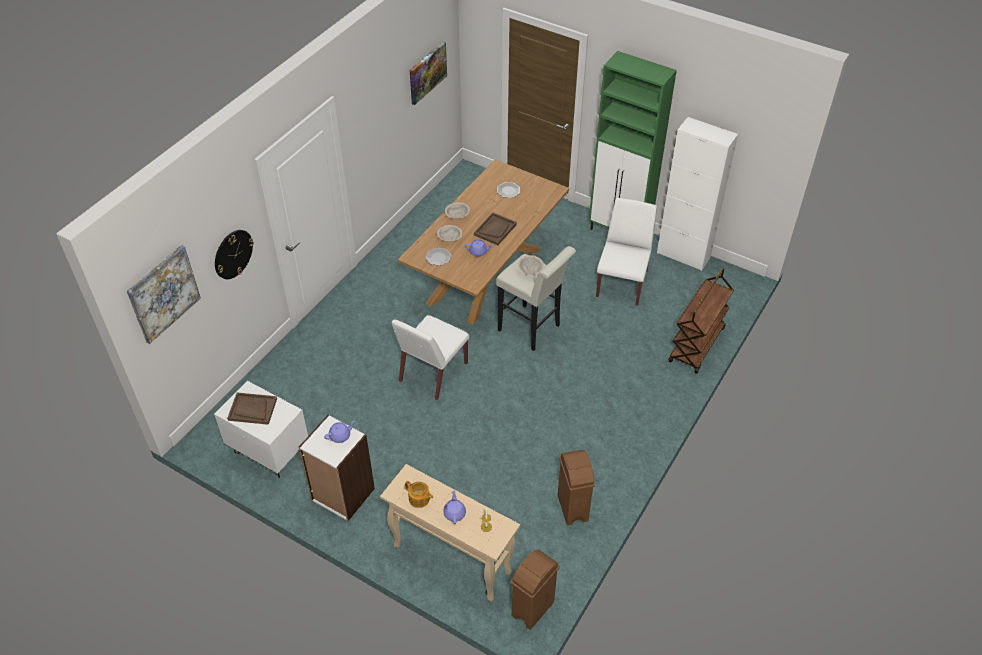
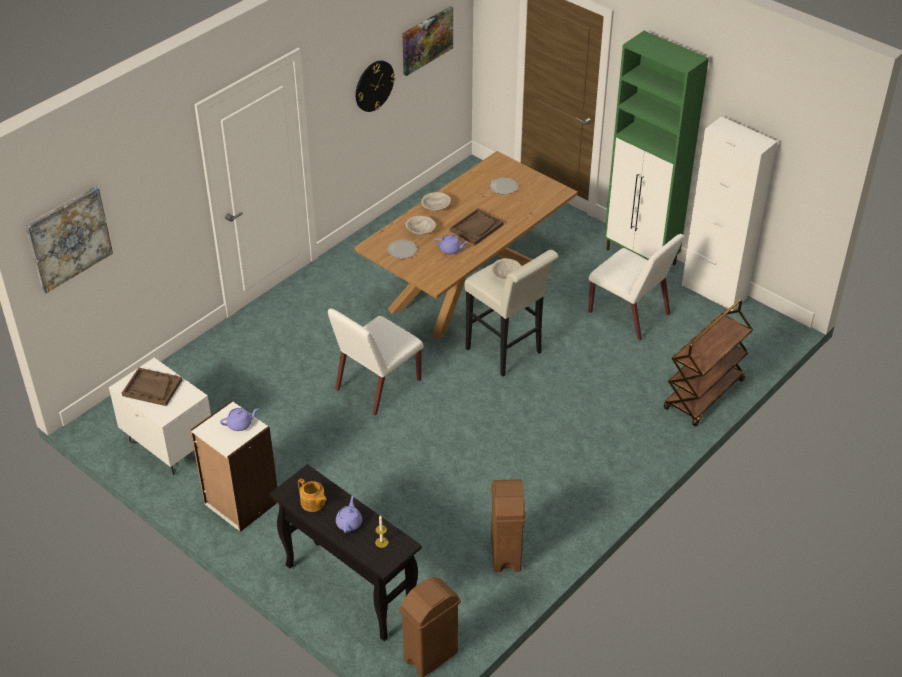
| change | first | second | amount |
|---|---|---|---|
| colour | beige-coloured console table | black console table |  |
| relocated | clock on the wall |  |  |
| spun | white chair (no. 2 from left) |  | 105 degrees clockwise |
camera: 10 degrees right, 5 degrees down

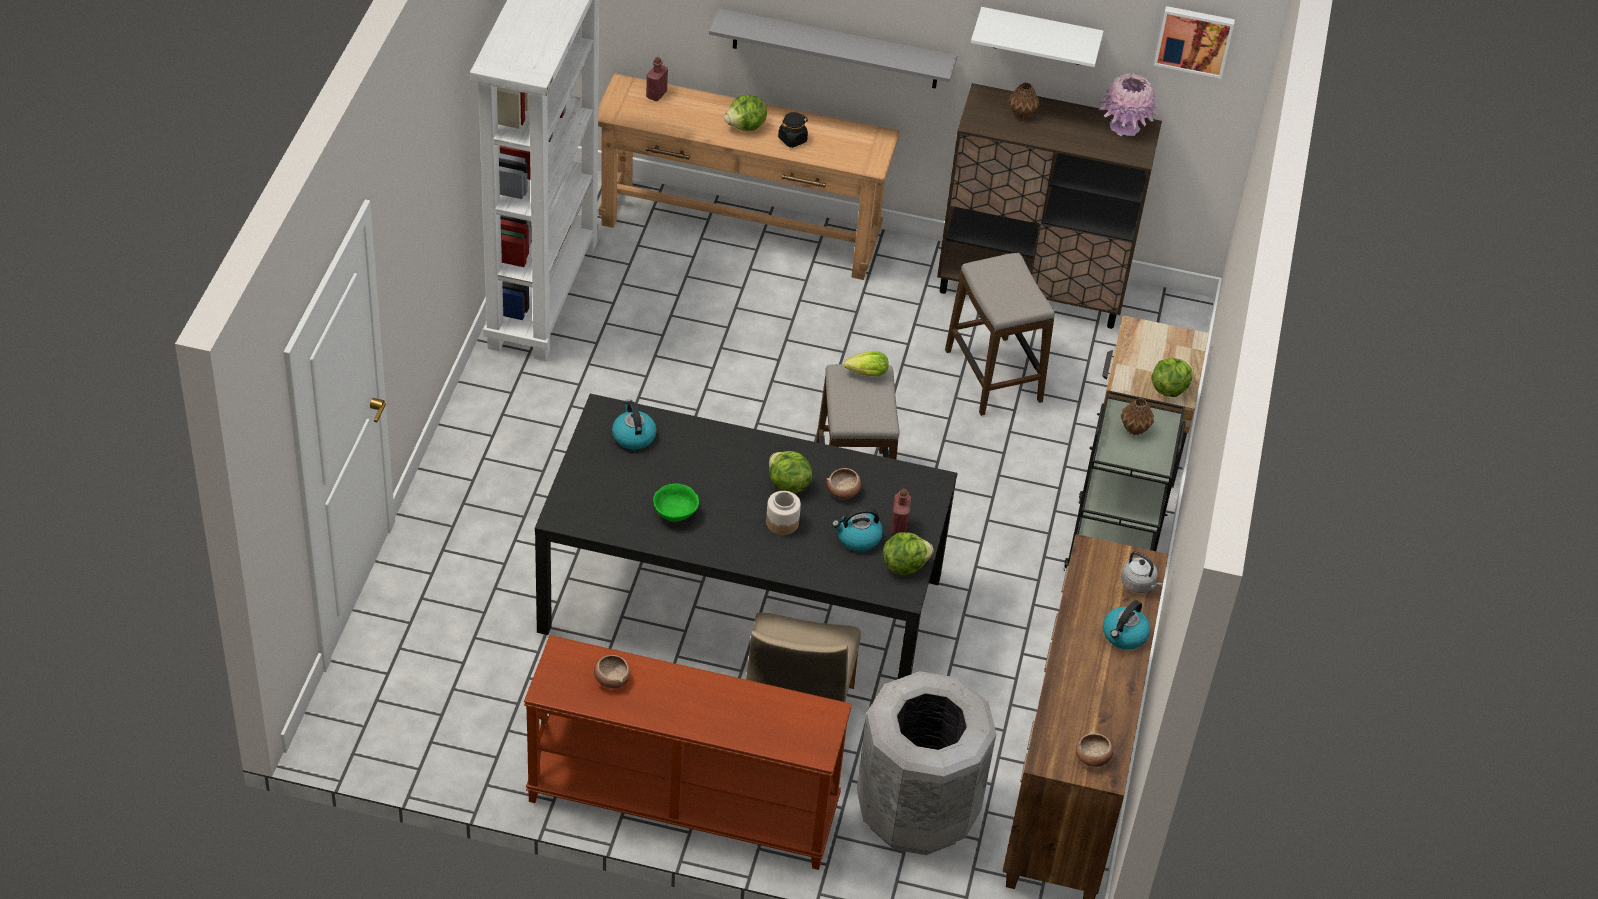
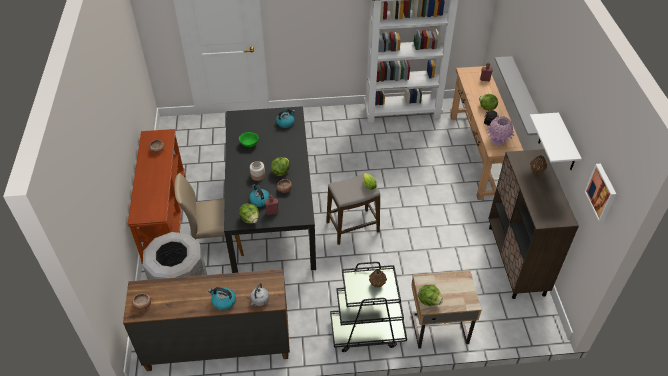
| change | first | second | amount |
|---|---|---|---|
| relocated | pinkish vase |  |  |
| missing | stool seat (no. 2 from left) |  |  |
camera: 75 degrees right, 0 degrees up

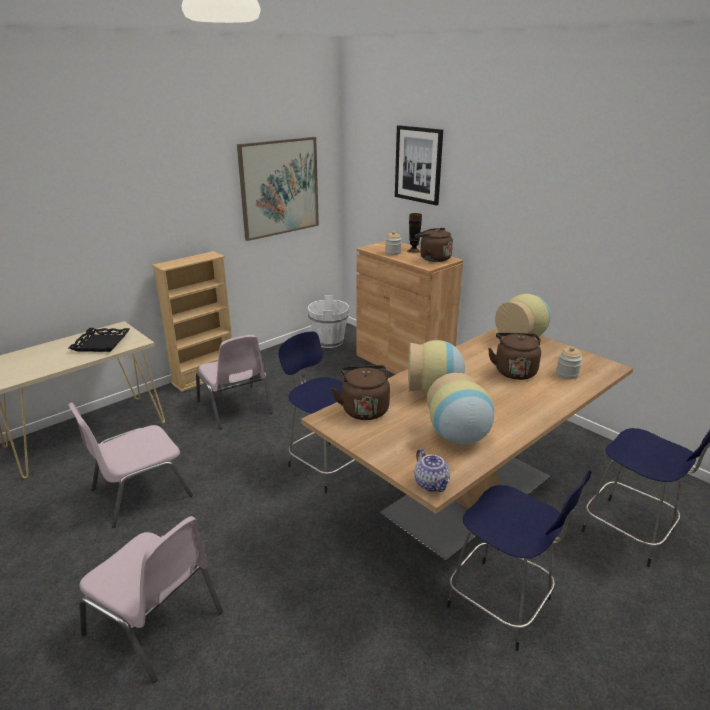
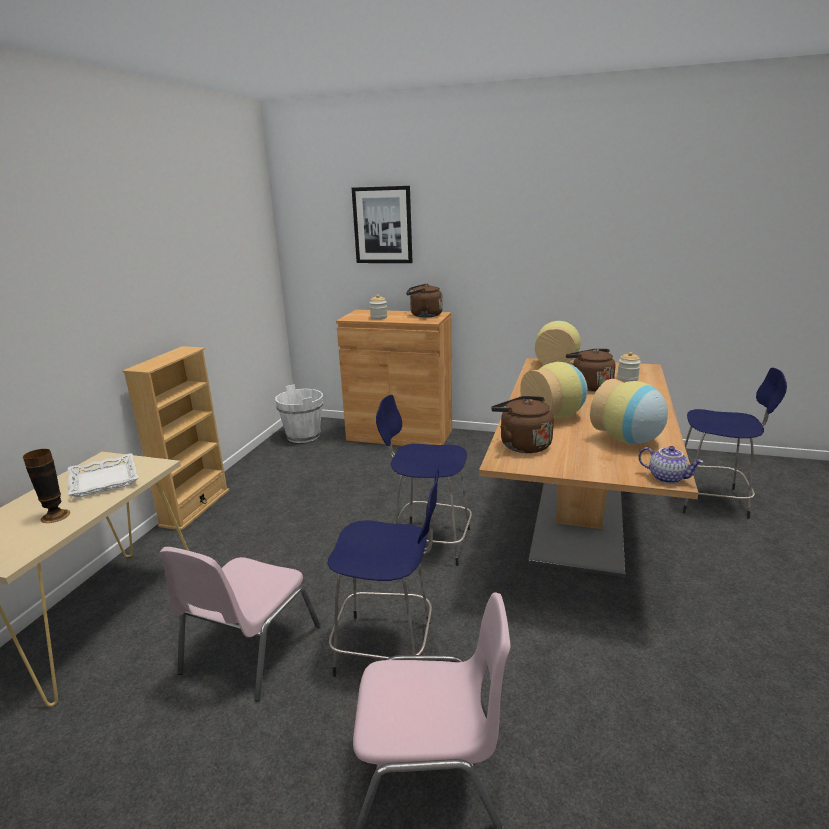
| change | first | second | amount |
|---|---|---|---|
| relocated | vase (no. 1 from left) |  |  |
| colour | black carrying tray | white carrying tray |  |
| relocated | blue-coloured stool seat (no. 2 from left in the first image) | blue-coloured stool seat (no. 1 from left) |  |
| missing | pinkish chair (no. 3 from left) |  |  |
| missing | wall picture (no. 1 from left) |  |  |
camera: 30 degrees left, 5 degrees down

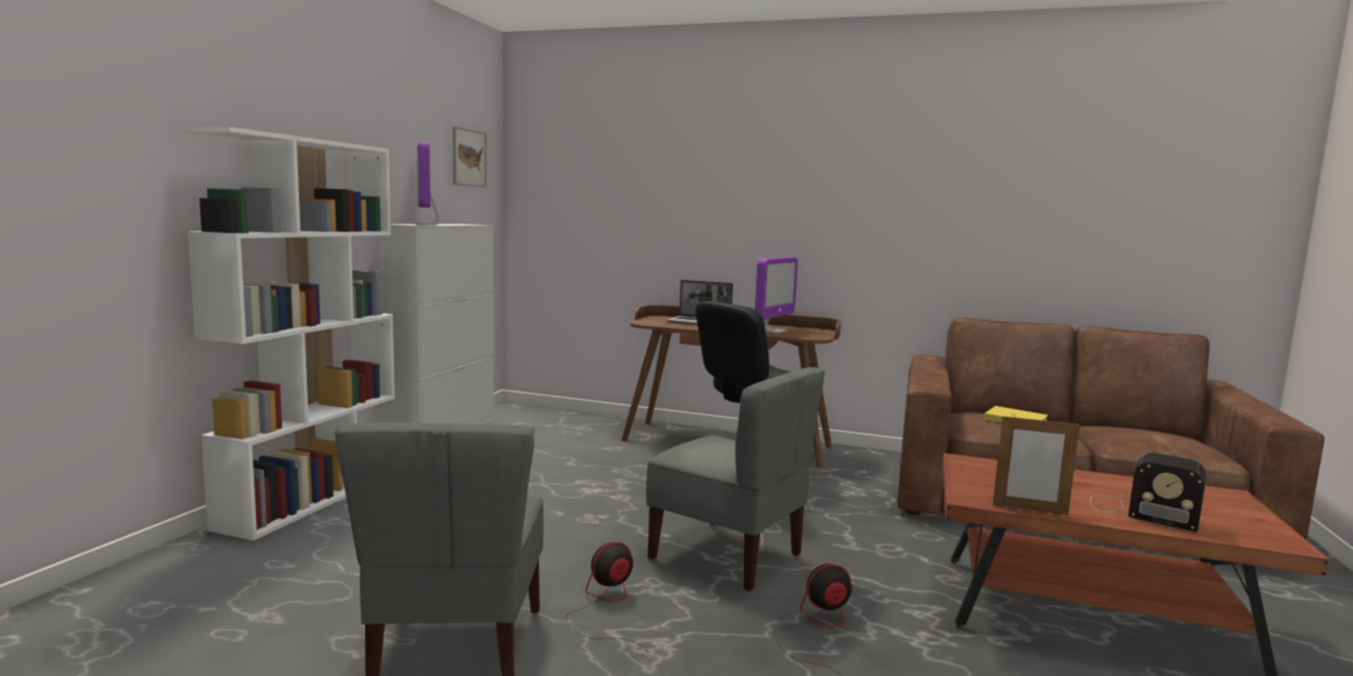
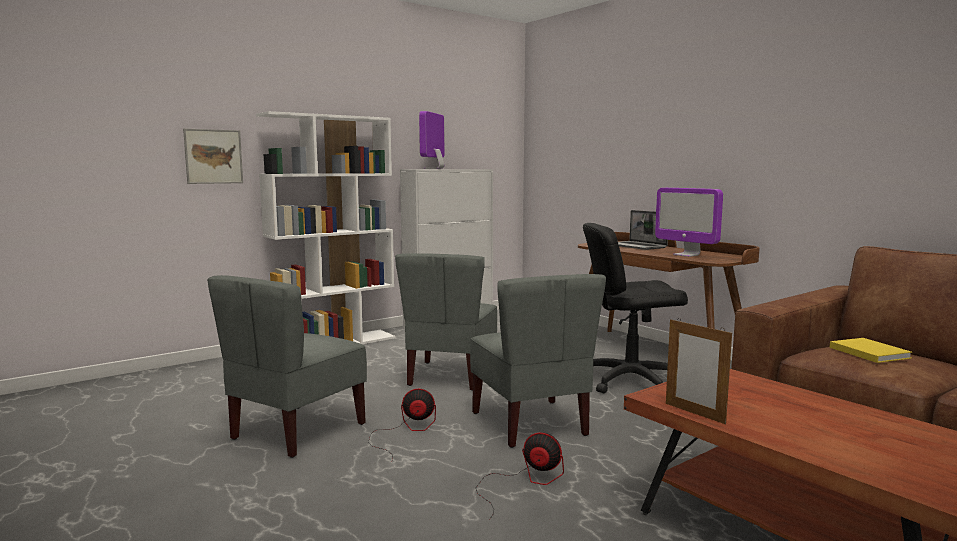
| change | first | second | amount |
|---|---|---|---|
| relocated | wall picture |  |  |
| appeared |  | greyish chair (no. 2 from left) |  |
| spun | computer display (no. 2 from left) |  | 75 degrees clockwise |
| missing | radio receiver |  |  |
camera: 35 degrees right, 0 degrees up

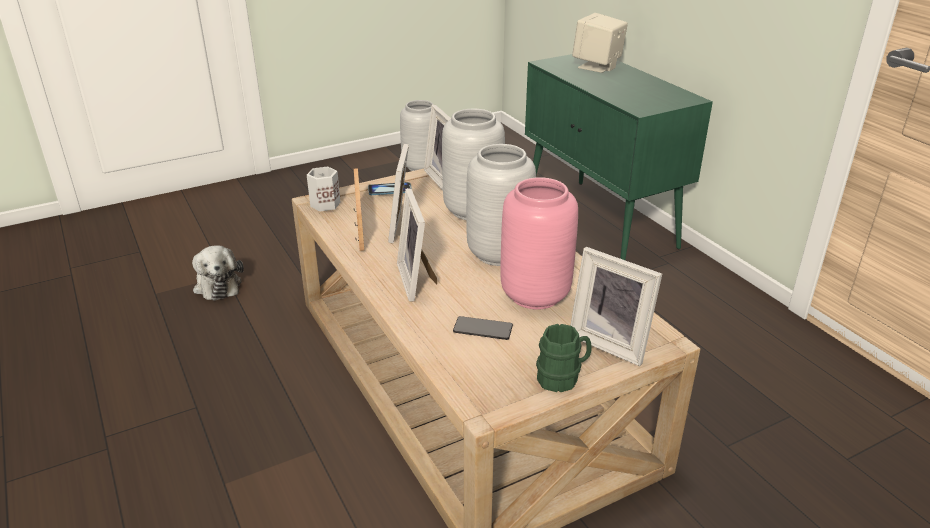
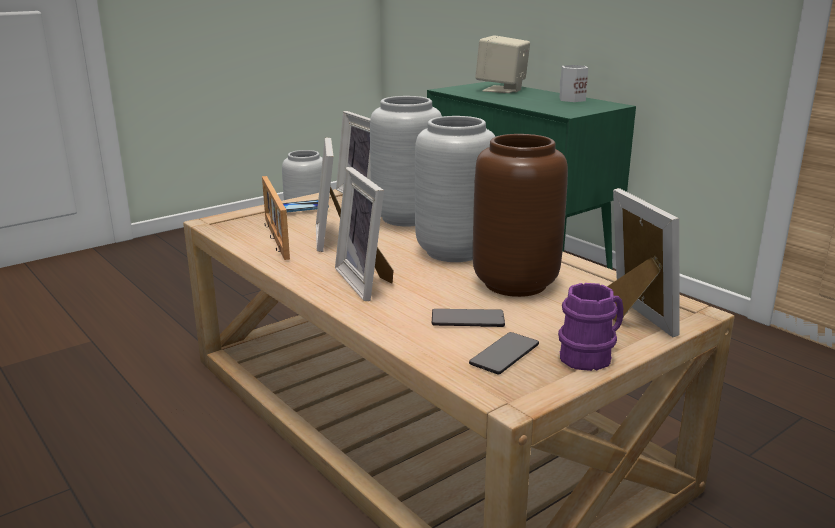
| change | first | second | amount |
|---|---|---|---|
| appeared |  | phone (no. 3 from left) |  |
| colour | pinkish vase | brownish vase |  |
| colour | green tea mug | purple tea mug |  |
| relocated | white tea mug |  |  |
| spun | standing frame (no. 5 from left) |  | 135 degrees counterclockwise |
| missing | plush toy |  |  |
camera: 10 degrees left, 10 degrees down

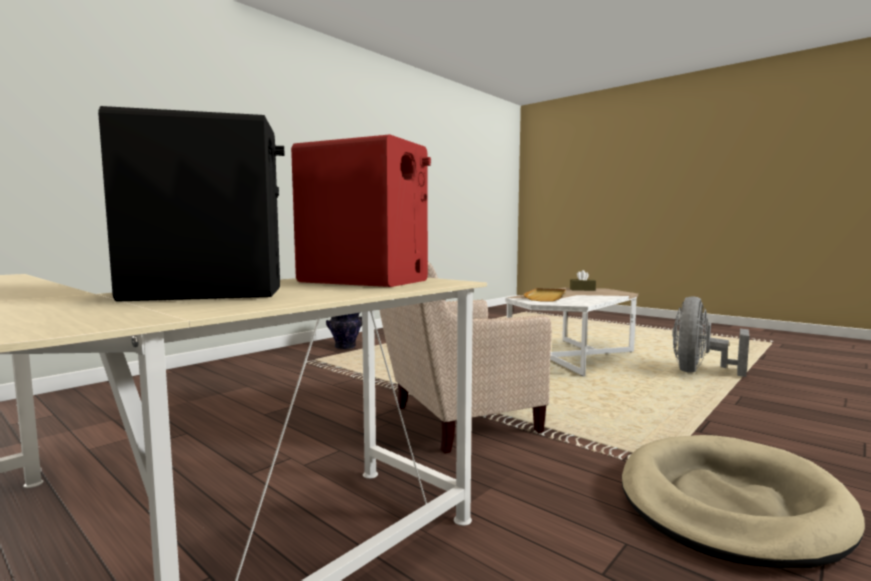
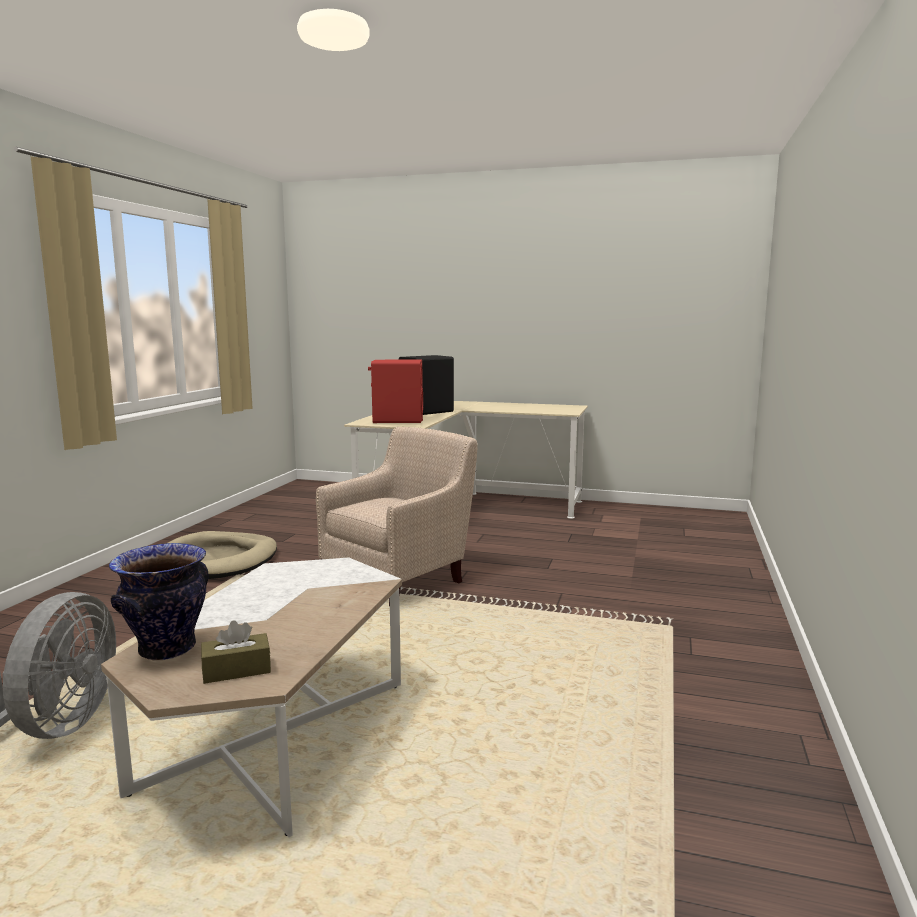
| change | first | second | amount |
|---|---|---|---|
| relocated | vase |  |  |
| missing | beige-coloured carrying tray |  |  |
camera: 155 degrees right, 5 degrees up

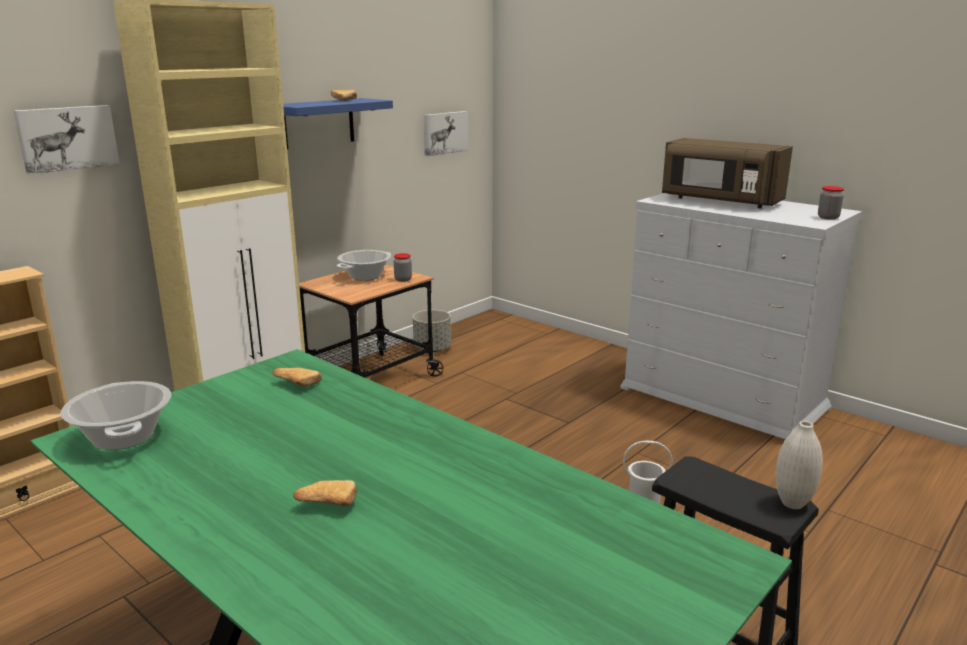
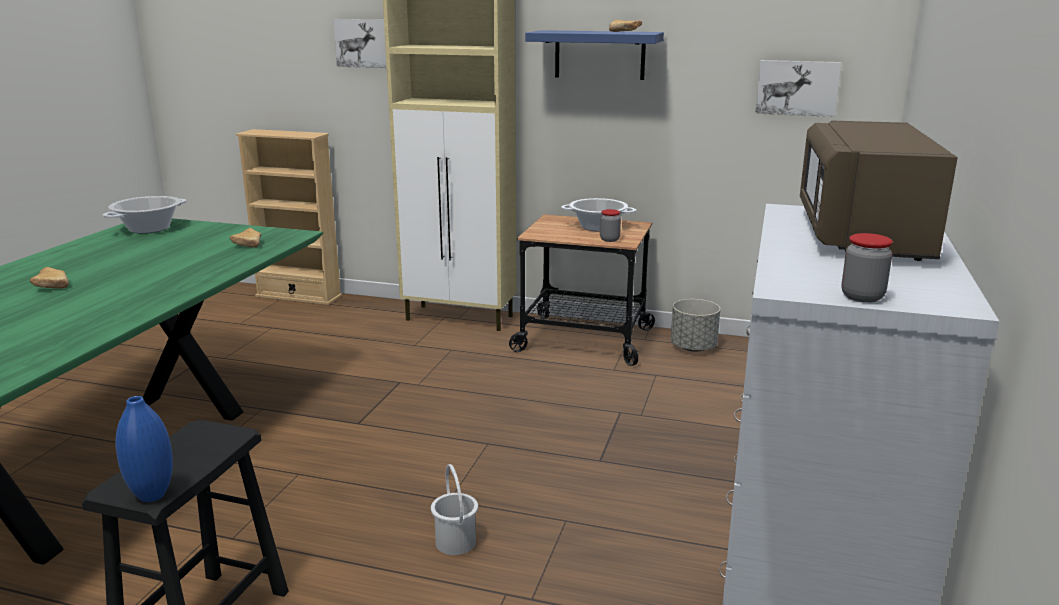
| change | first | second | amount |
|---|---|---|---|
| colour | white vase | blue-coloured vase |  |
camera: 65 degrees right, 0 degrees up

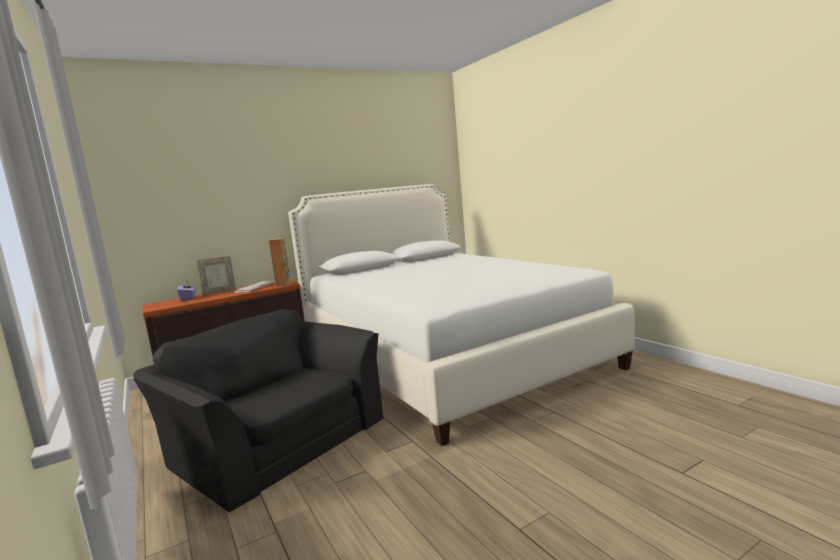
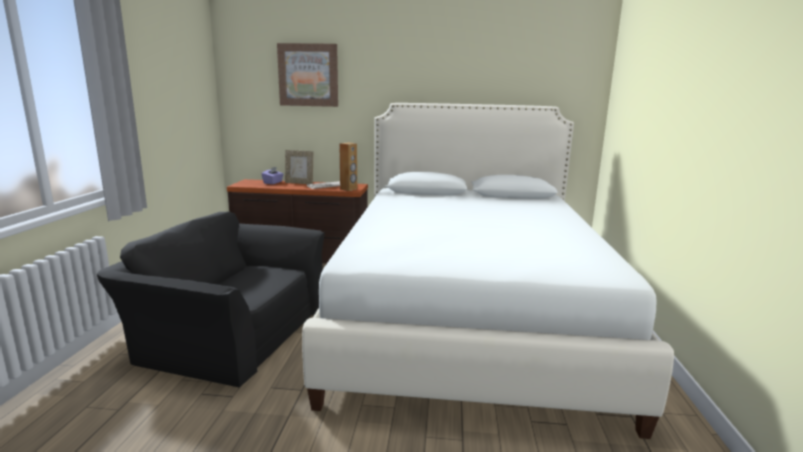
| change | first | second | amount |
|---|---|---|---|
| spun | black easy chair |  | 60 degrees counterclockwise |
| appeared |  | wall picture |  |
camera: 35 degrees right, 5 degrees up

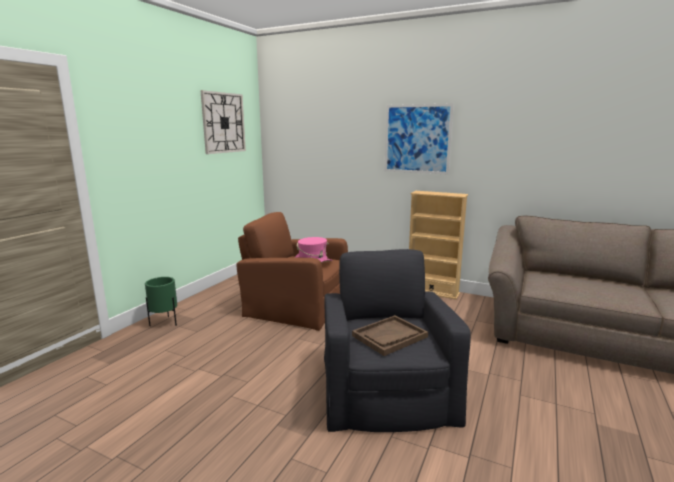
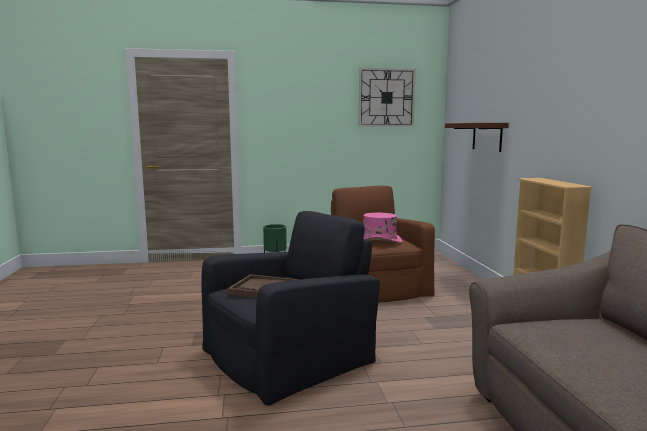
| change | first | second | amount |
|---|---|---|---|
| appeared |  | brownish wall shelf |  |
| missing | wall picture |  |  |
camera: 55 degrees right, 5 degrees down

